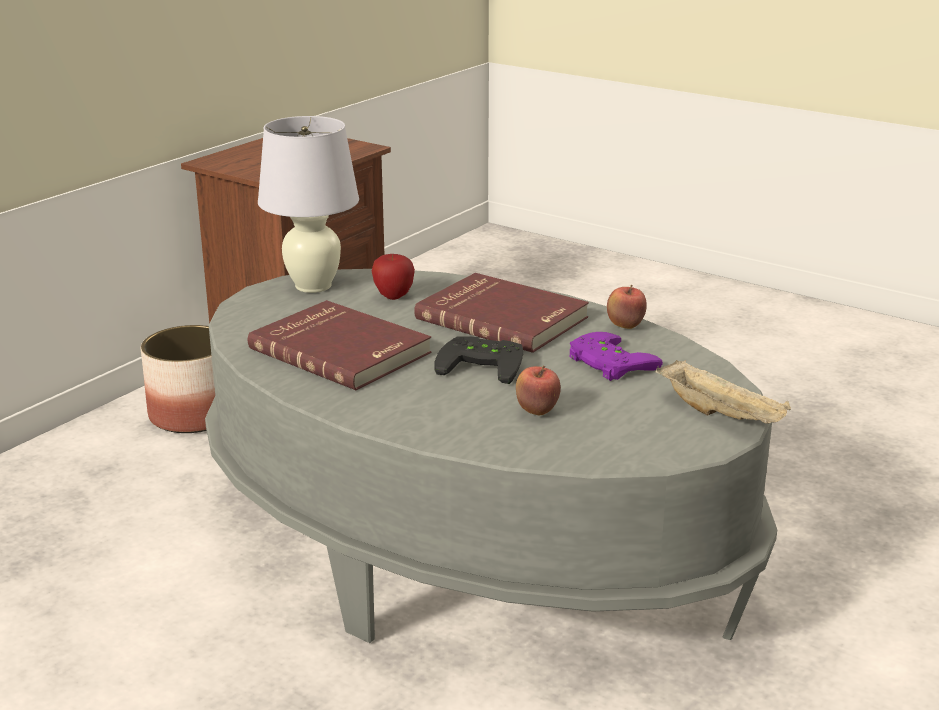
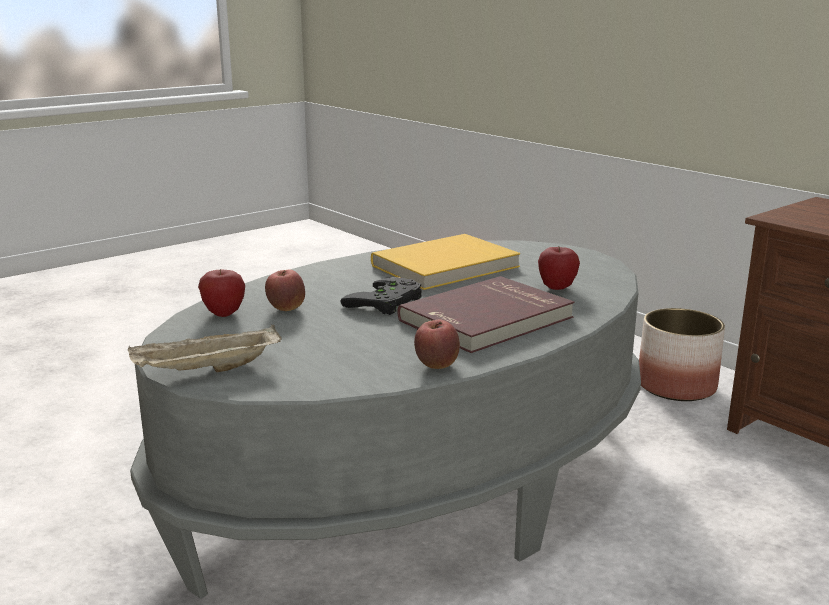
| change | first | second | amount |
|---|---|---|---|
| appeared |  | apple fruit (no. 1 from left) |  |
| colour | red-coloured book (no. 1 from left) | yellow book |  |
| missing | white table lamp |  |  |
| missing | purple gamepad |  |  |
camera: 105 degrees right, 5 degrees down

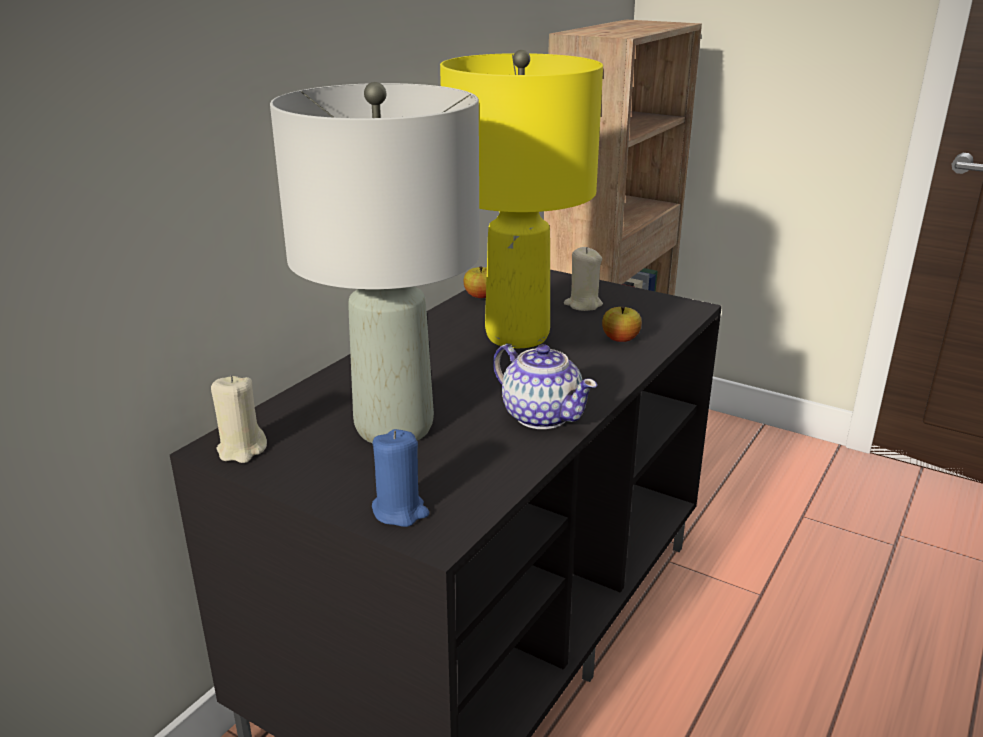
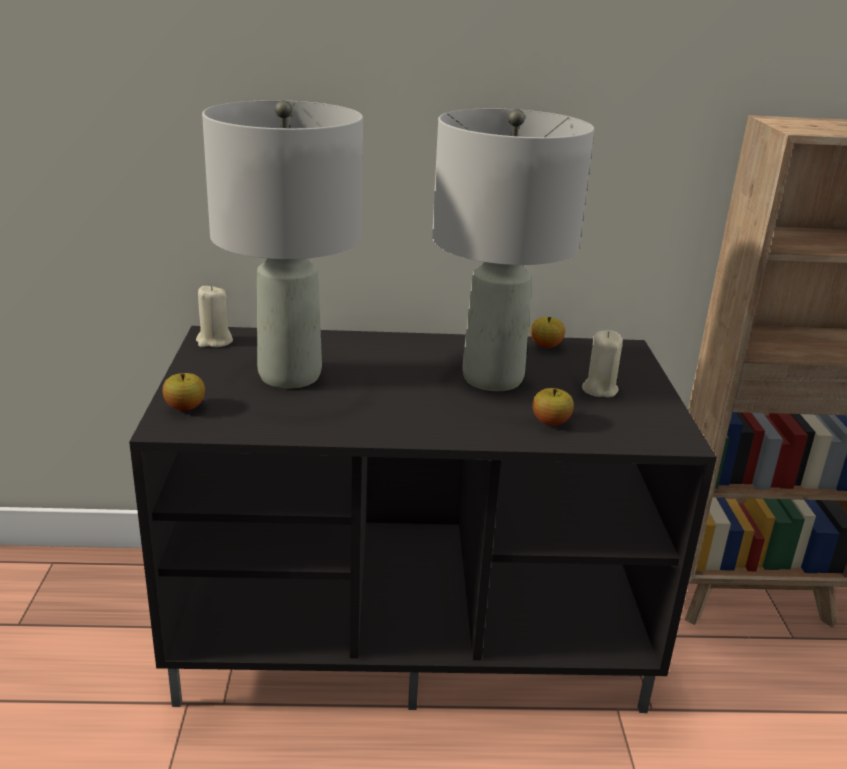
| change | first | second | amount |
|---|---|---|---|
| exchanged | blue-coloured wax light | apple fruit (no. 1 from left) |  |
| colour | yellow table lamp | greyish table lamp (no. 2 from left) |  |
| missing | pot for tea |  |  |
camera: 55 degrees right, 0 degrees up

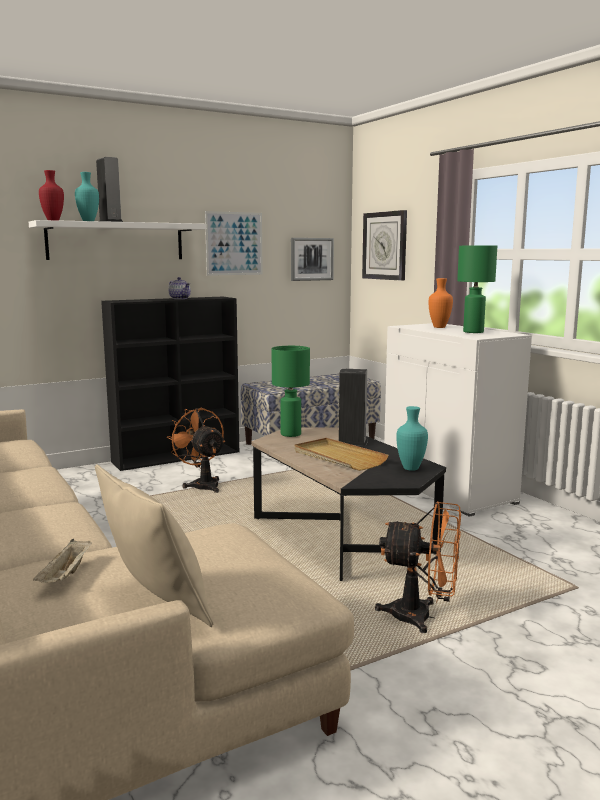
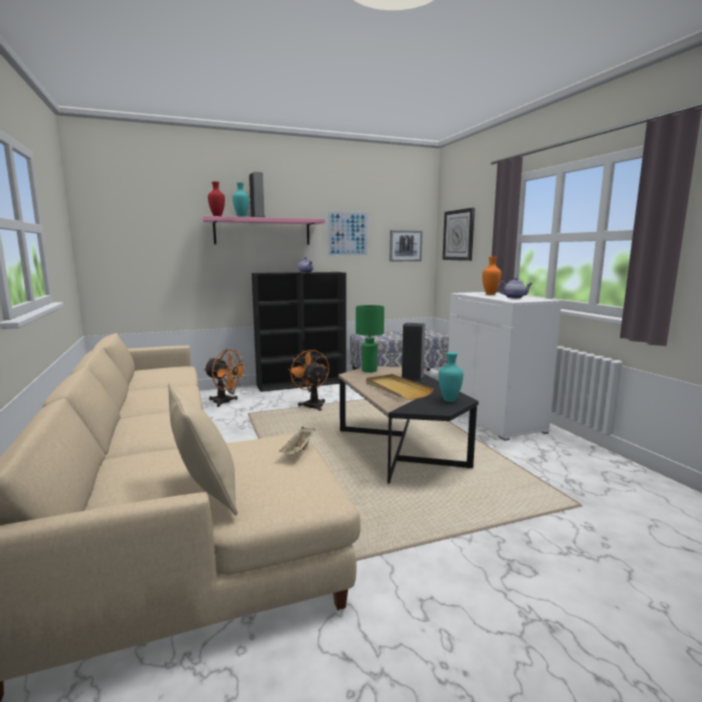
| change | first | second | amount |
|---|---|---|---|
| colour | white wall shelf | pinkish wall shelf |  |
| relocated | orangey electric fan (no. 2 from left in the first image) | orangey electric fan (no. 1 from left) |  |
| relocated | beige-coloured carrying tray (no. 1 from left) |  |  |
| exchanged | green table lamp (no. 2 from left) | pot for tea (no. 2 from left) |  |
camera: 10 degrees right, 0 degrees up

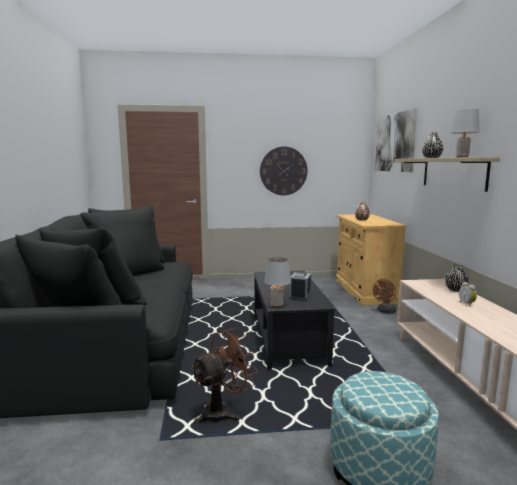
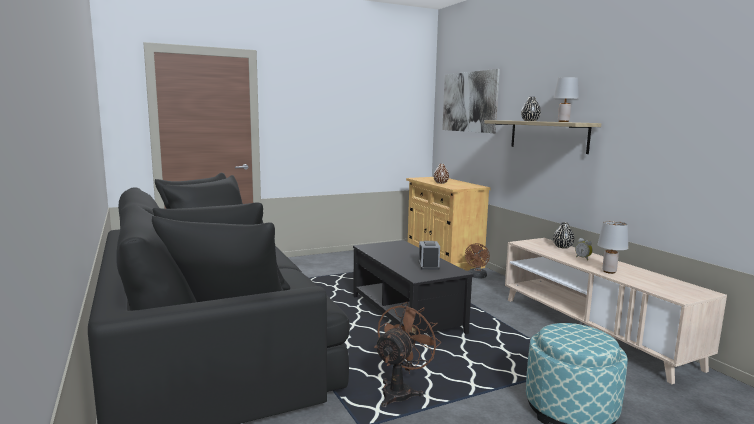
| change | first | second | amount |
|---|---|---|---|
| relocated | greyish table lamp (no. 1 from left in the first image) | greyish table lamp (no. 2 from left) |  |
| missing | clock on the wall |  |  |
camera: 20 degrees left, 0 degrees up

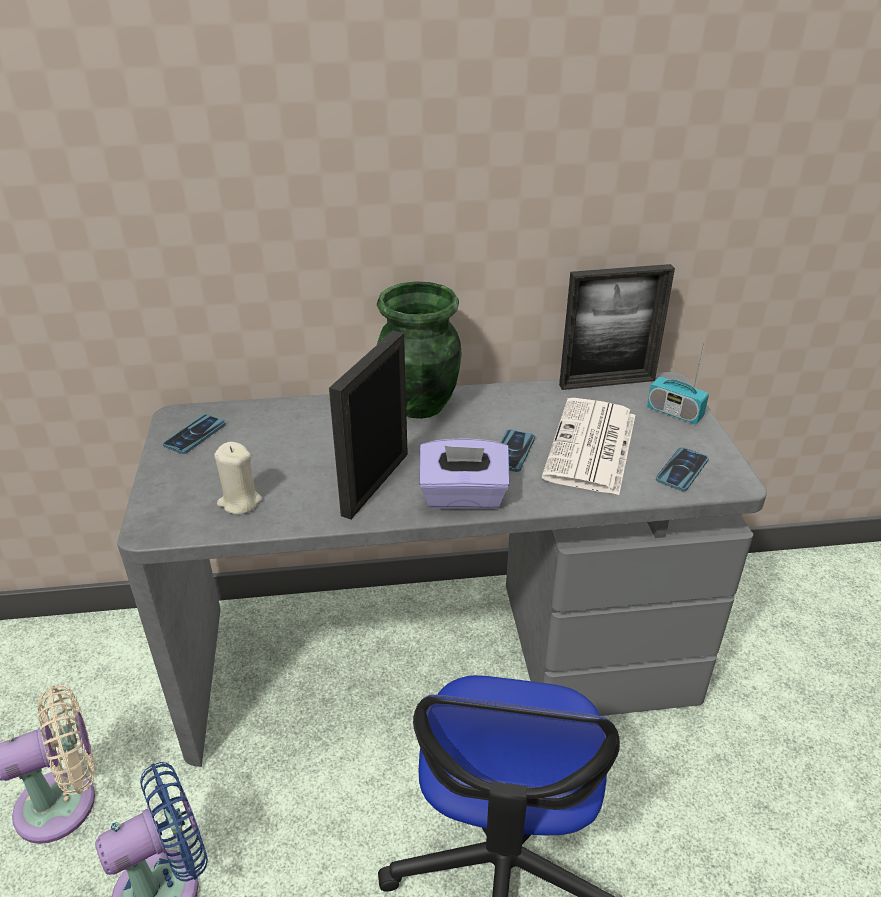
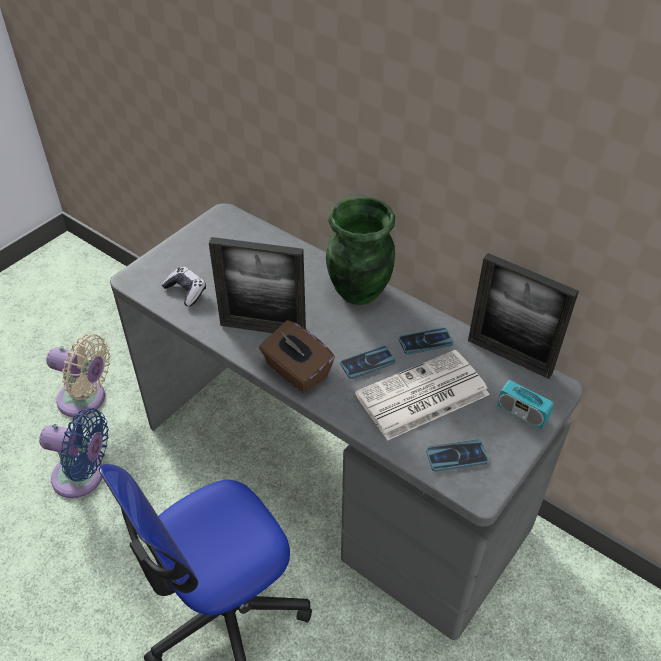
| change | first | second | amount |
|---|---|---|---|
| exchanged | beige-coloured wax light | gamepad |  |
| spun | standing frame (no. 1 from left) |  | 150 degrees counterclockwise |
| colour | purple box of tissues | brownish box of tissues |  |
| relocated | phone (no. 1 from left in the first image) | phone (no. 2 from left) |  |
| spun | radio receiver |  | 45 degrees counterclockwise |
camera: 45 degrees right, 10 degrees up

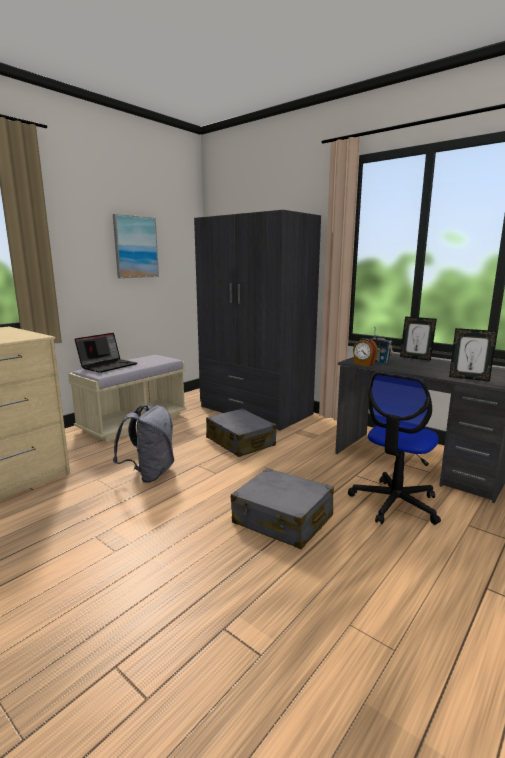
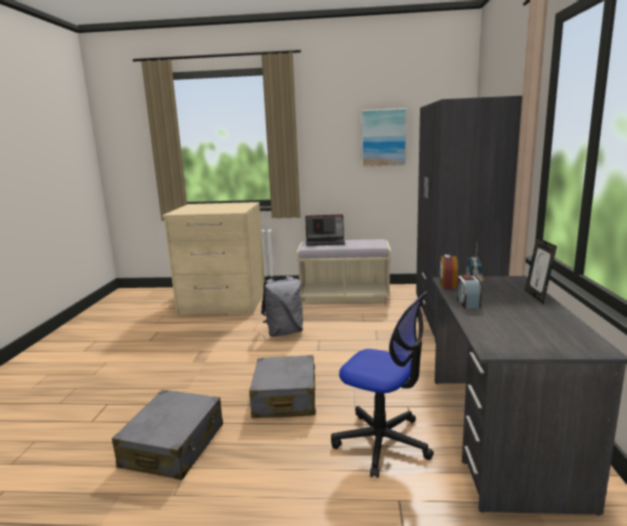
| change | first | second | amount |
|---|---|---|---|
| relocated | greyish piece of luggage (no. 1 from left) |  |  |
| spun | computer chair |  | 150 degrees counterclockwise |
| appeared |  | table clock (no. 2 from left) |  |
| missing | standing frame (no. 2 from left) |  |  |
camera: 55 degrees right, 0 degrees up

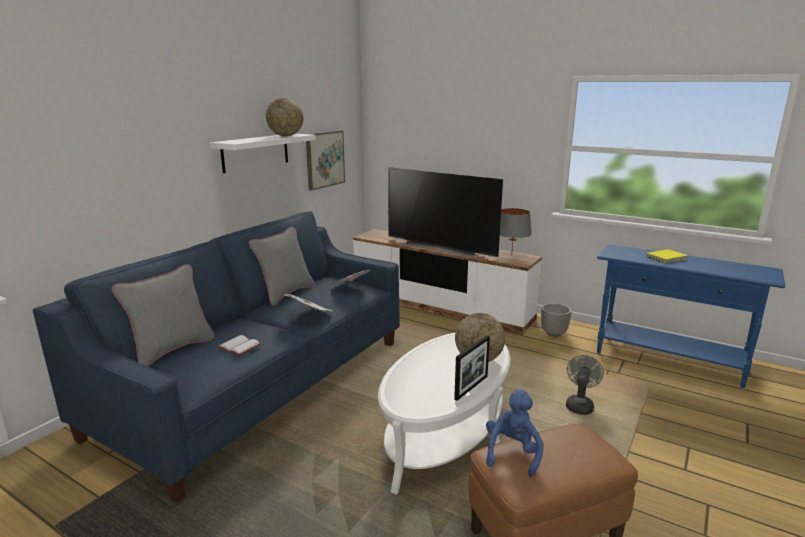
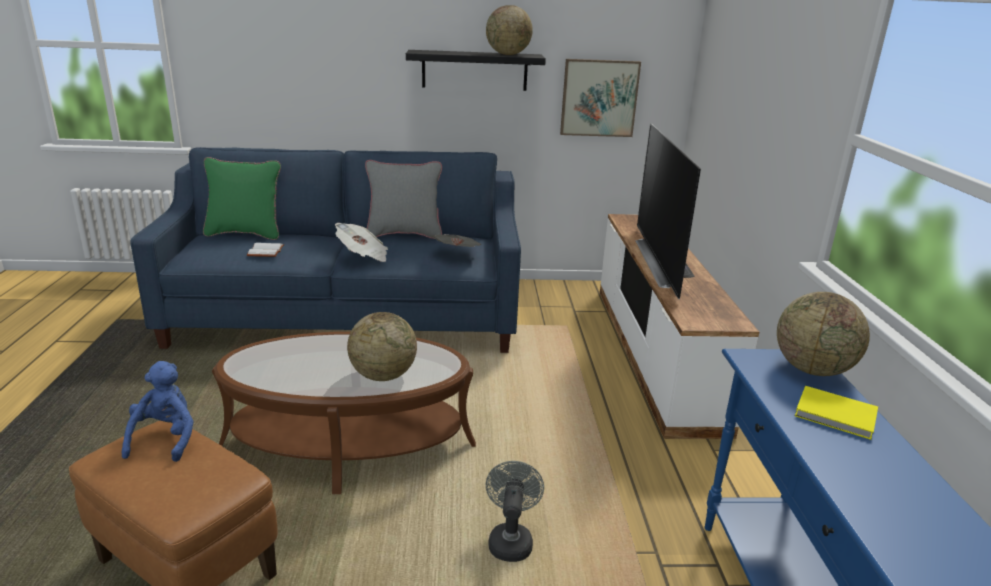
| change | first | second | amount |
|---|---|---|---|
| spun | blue-coloured plush toy |  | 75 degrees counterclockwise |
| colour | greyish throw pillow (no. 1 from left) | green throw pillow |  |
| colour | white coffee table | brownish coffee table |  |
| colour | white wall shelf | black wall shelf |  |
| spun | greyish electric fan |  | 75 degrees counterclockwise |
| appeared |  | world globe (no. 3 from left) |  |
| missing | standing frame |  |  |
| missing | greyish table lamp |  |  |
| missing | planter |  |  |
camera: 55 degrees right, 5 degrees up

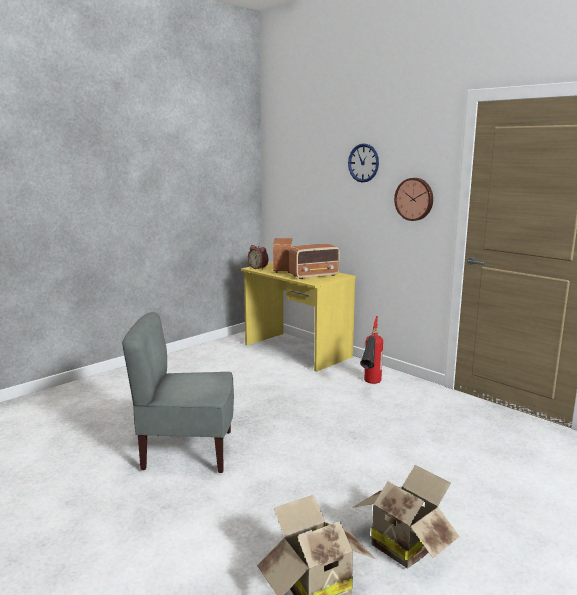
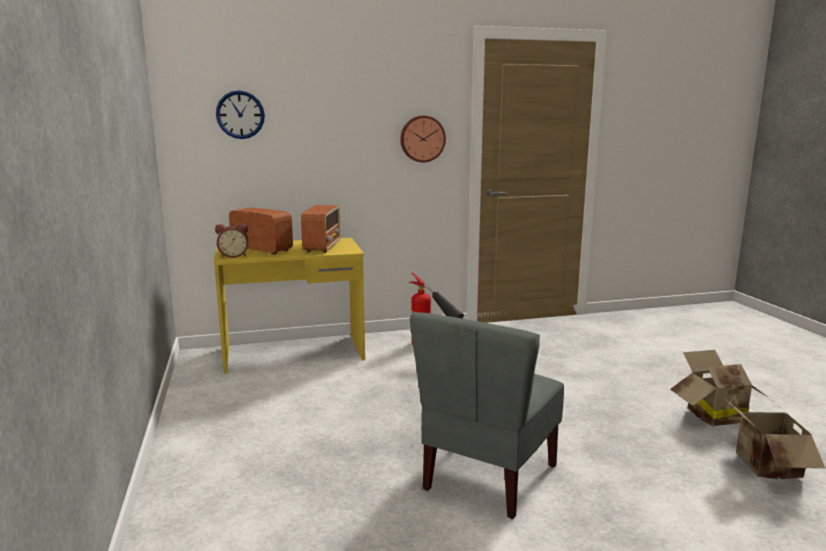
| change | first | second | amount |
|---|---|---|---|
| relocated | clock on the wall (no. 1 from left) |  |  |
camera: 60 degrees left, 0 degrees up

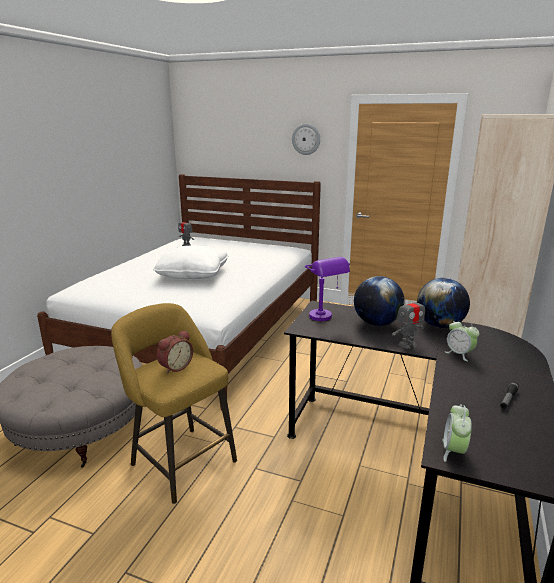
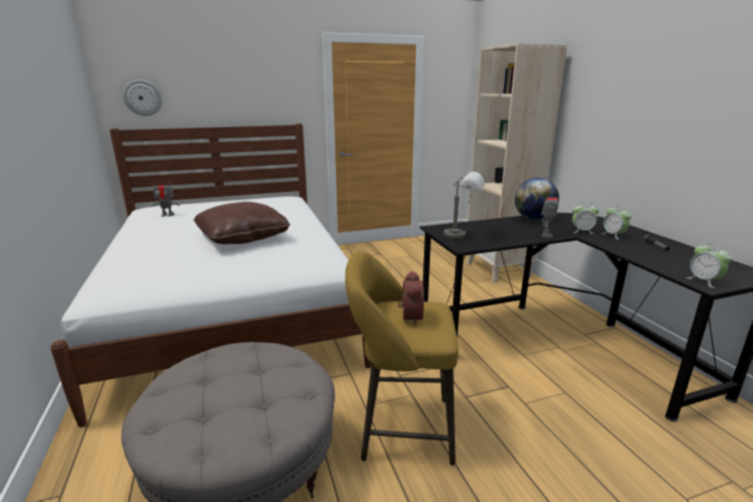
| change | first | second | amount |
|---|---|---|---|
| relocated | clock on the wall |  |  |
| colour | white throw pillow | brownish throw pillow |  |
| colour | purple table lamp | greyish table lamp |  |
| appeared |  | table clock (no. 3 from left) |  |
| missing | world globe (no. 1 from left) |  |  |
camera: 40 degrees left, 0 degrees up

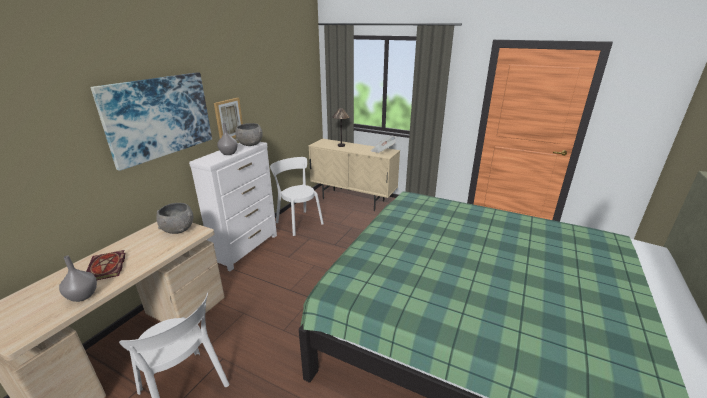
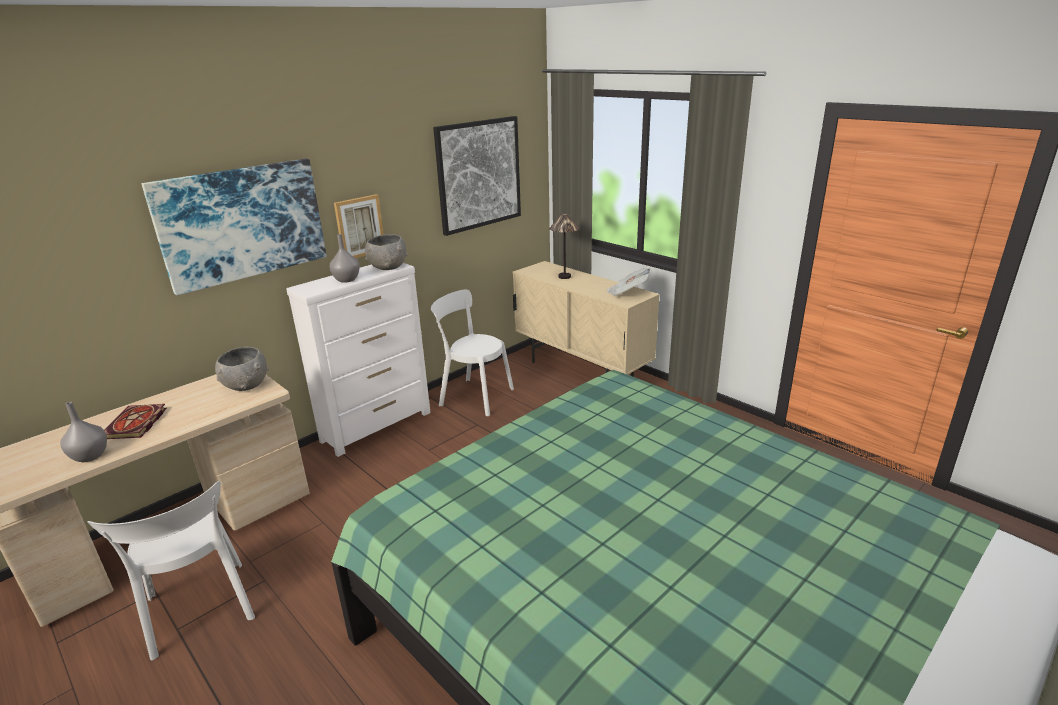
| change | first | second | amount |
|---|---|---|---|
| spun | white chair (no. 2 from left) |  | 45 degrees counterclockwise |
| appeared |  | wall picture (no. 3 from left) |  |
camera: 20 degrees right, 0 degrees up

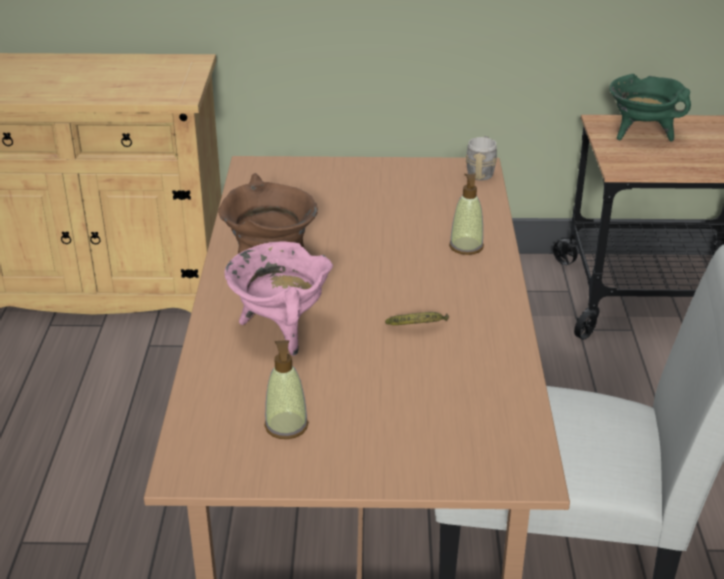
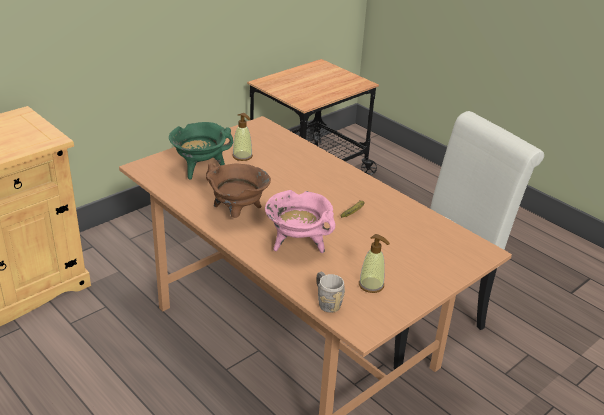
| change | first | second | amount |
|---|---|---|---|
| relocated | green cooking pot |  |  |
| relocated | soap bottle (no. 2 from left in the first image) | soap bottle (no. 1 from left) |  |
| relocated | greyish tea mug |  |  |
camera: 45 degrees left, 0 degrees up

